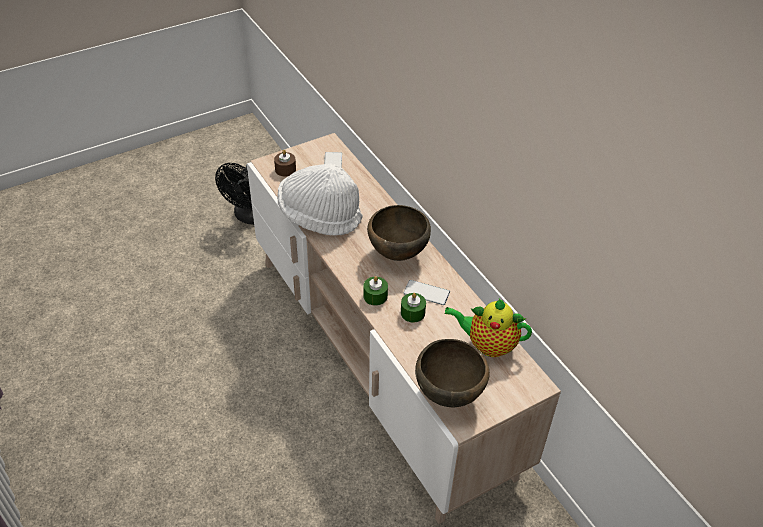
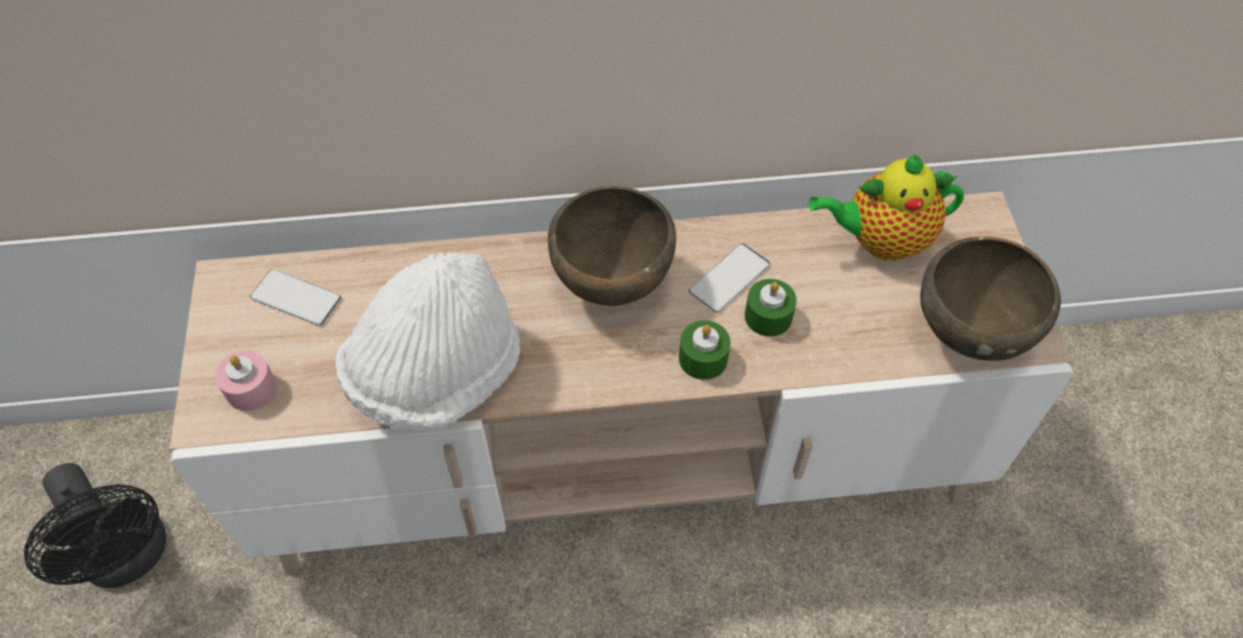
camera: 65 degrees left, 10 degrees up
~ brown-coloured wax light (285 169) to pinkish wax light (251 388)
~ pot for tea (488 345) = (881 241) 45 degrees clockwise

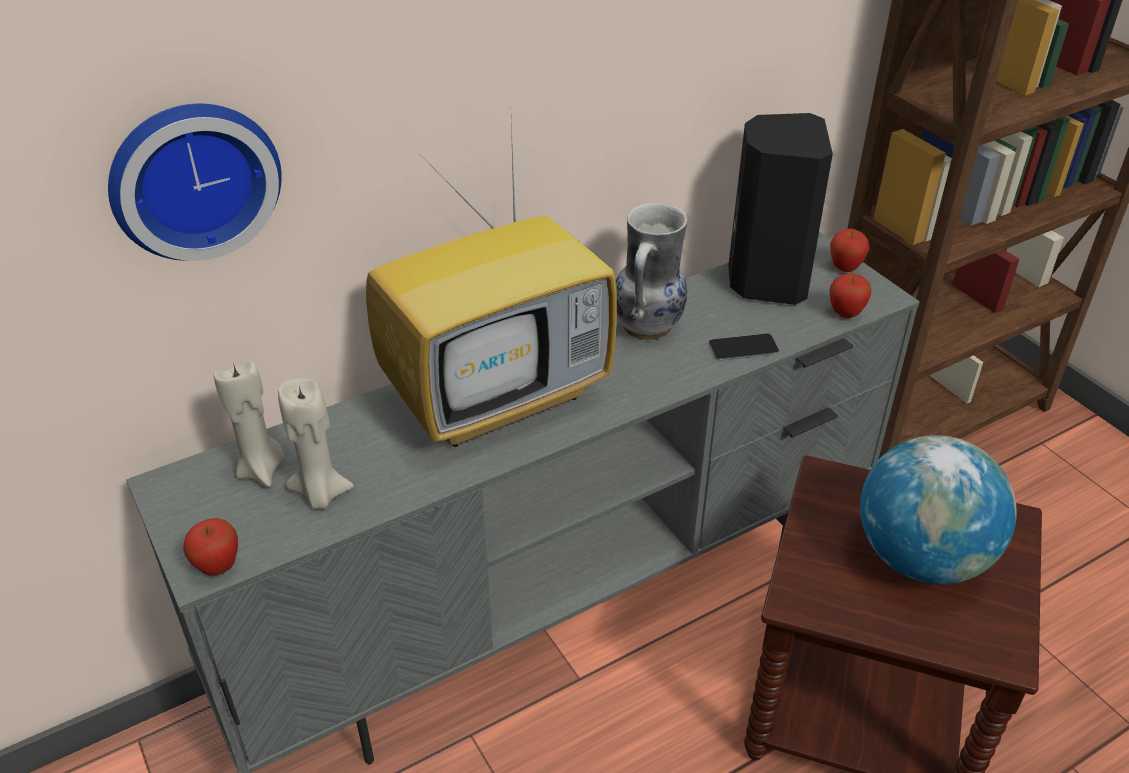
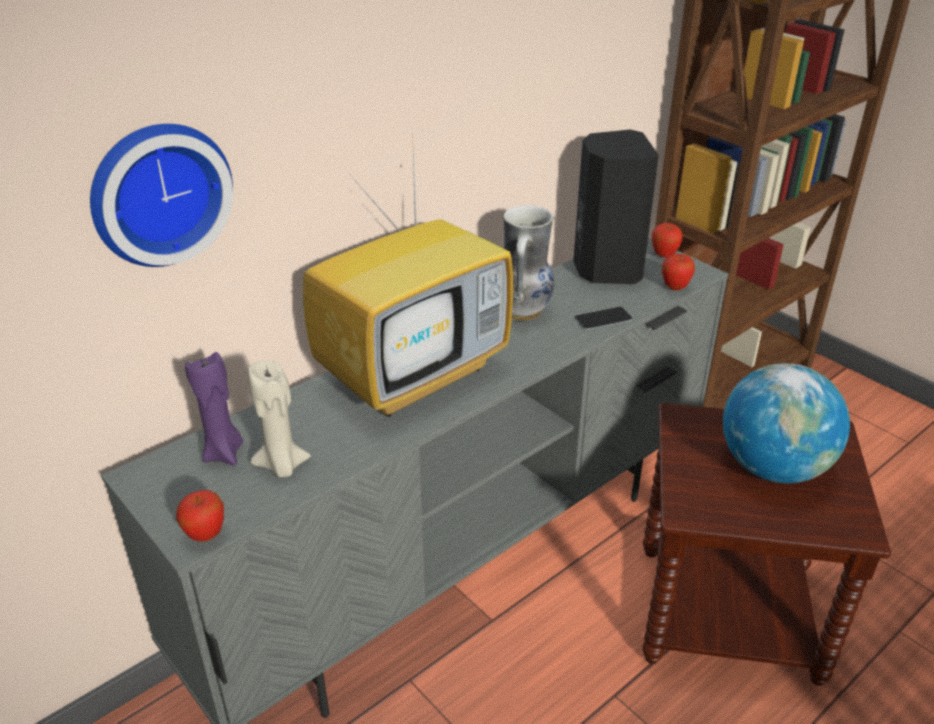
camera: 10 degrees left, 5 degrees down
~ sand-coloured wax light (262 469) to purple wax light (224 453)

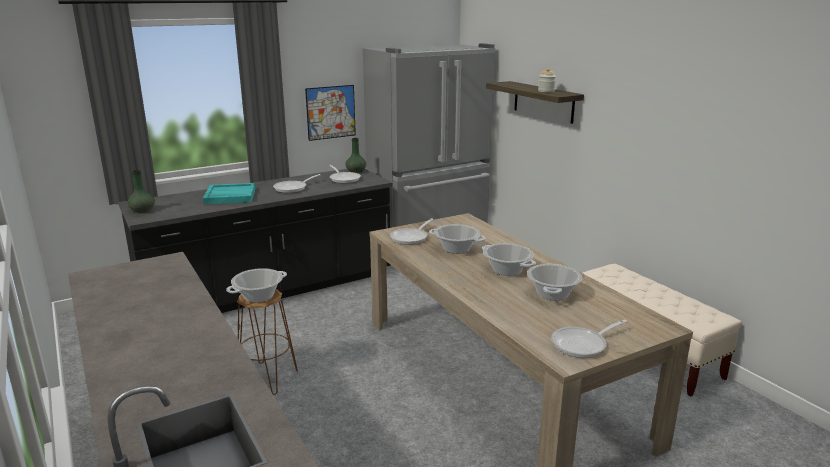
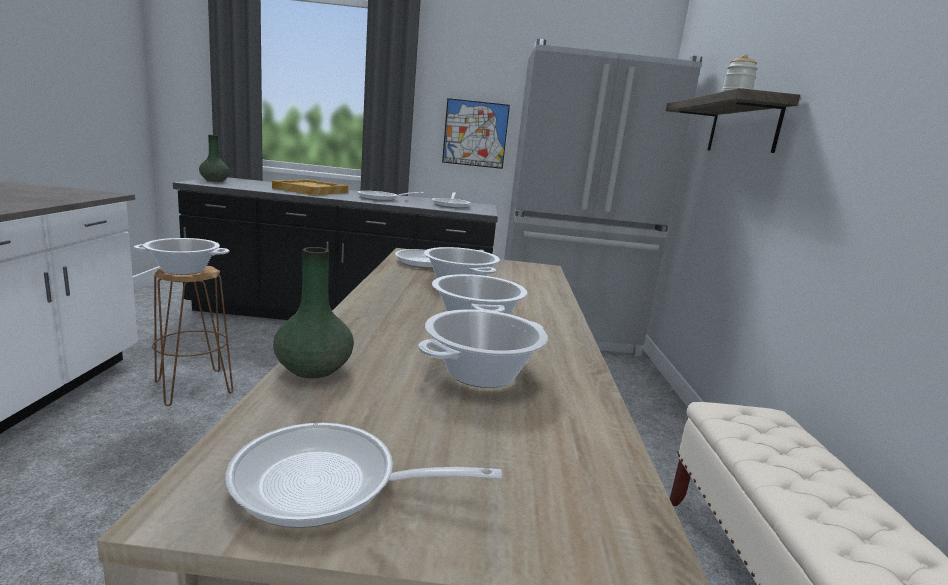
camera: 30 degrees right, 5 degrees down
~ green vase (356 171) to (314 369)
~ turquoise serving tray (230 196) to sand-coloured serving tray (310 190)

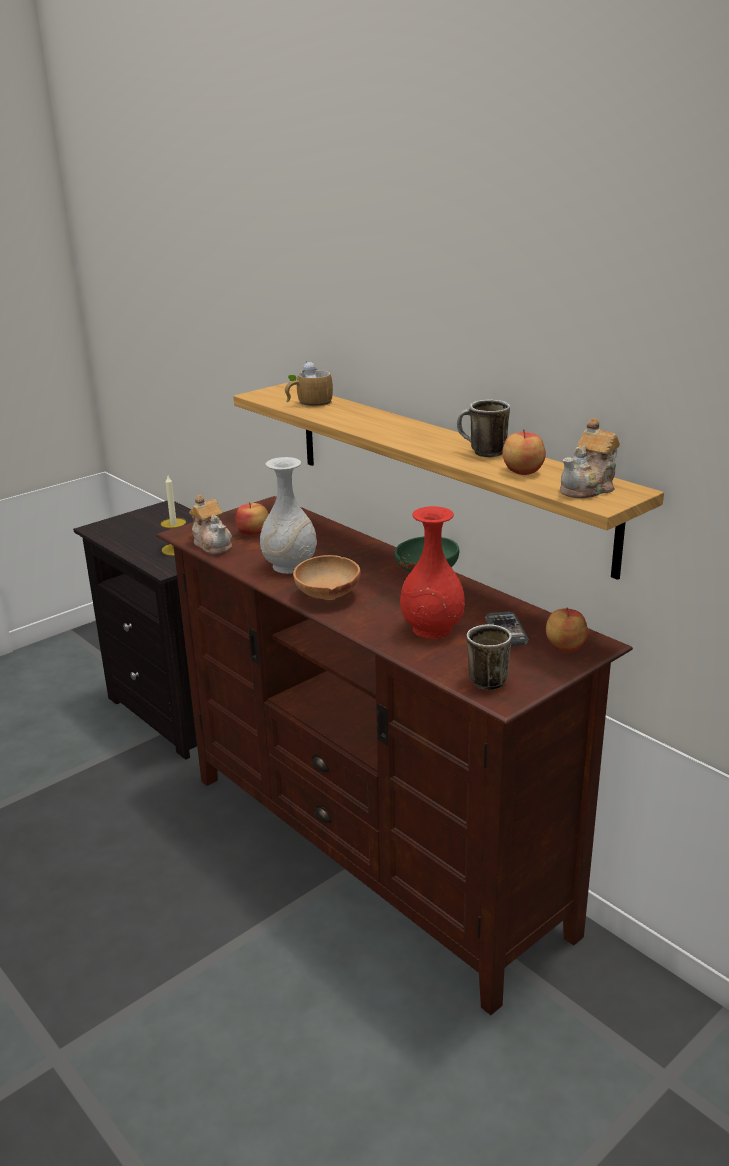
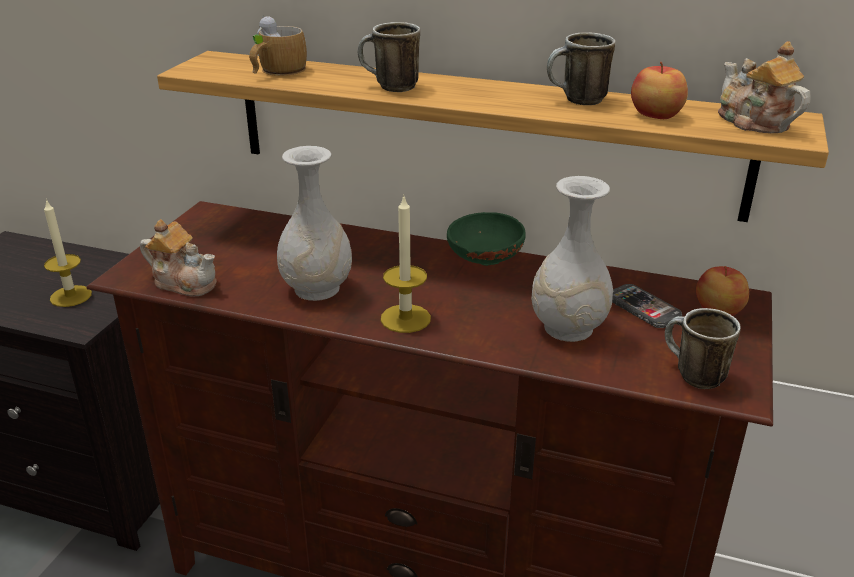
camera: 30 degrees left, 5 degrees up
- whole apple (253 533)
+ tea mug (389 87)
~ brown-coloured deep dish (326 597) to wax light (405 318)
~ reddish vase (431 629) to whitish vase (567 327)
~ pot for tea (589 488) = (753 122) 135 degrees clockwise

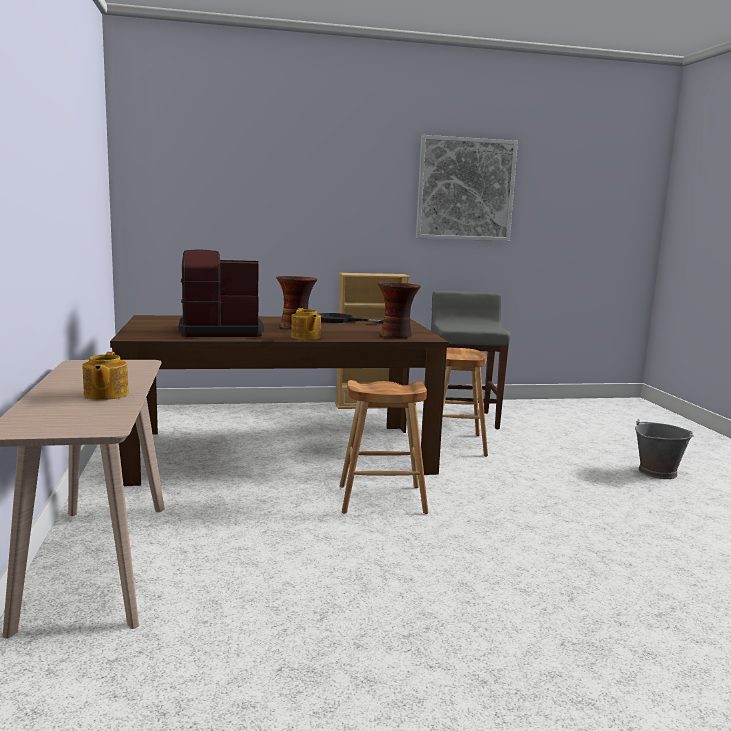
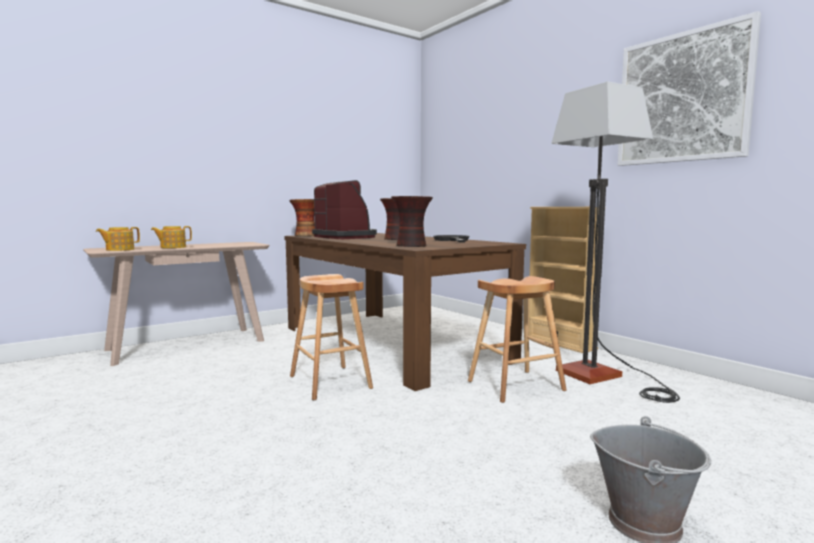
camera: 65 degrees right, 5 degrees down
+ vase (305 235)
~ pot for tea (305 337) to (119 249)
~ grey stool seat (462 419) to floor lamp (605 378)

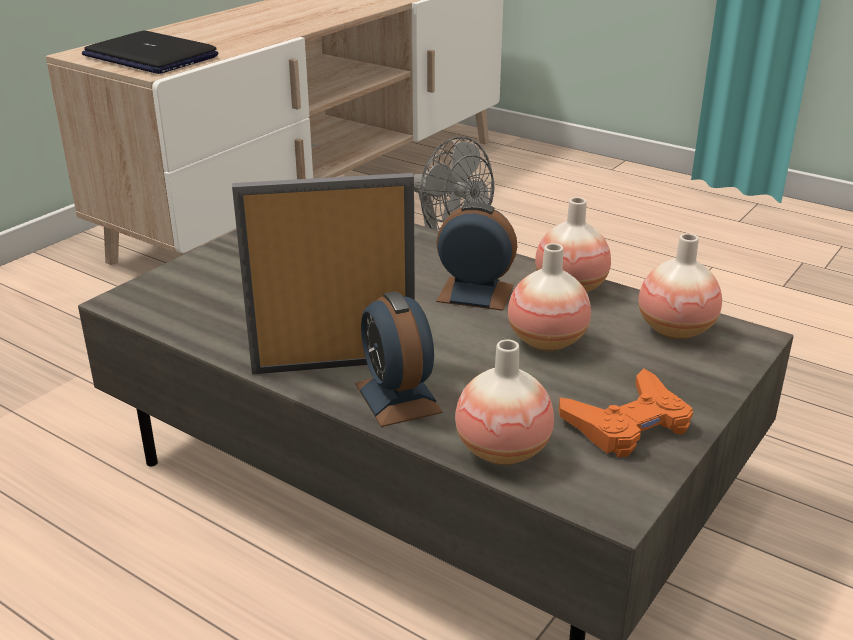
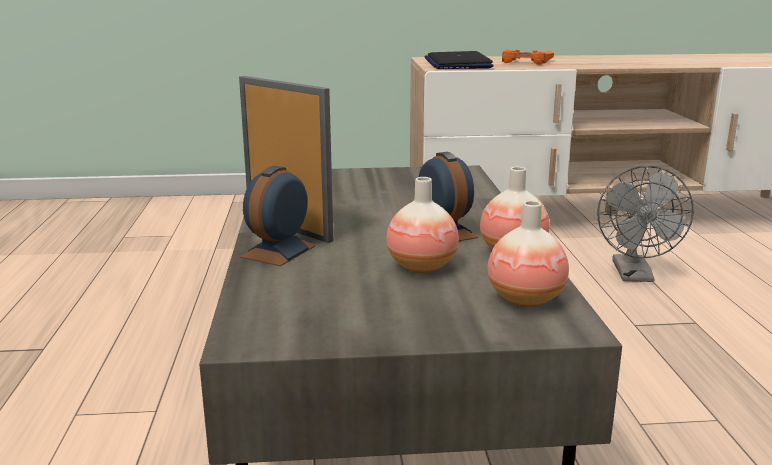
camera: 50 degrees right, 10 degrees down
- vase (502 451)
~ orange gamepad (628 424) to (525 62)

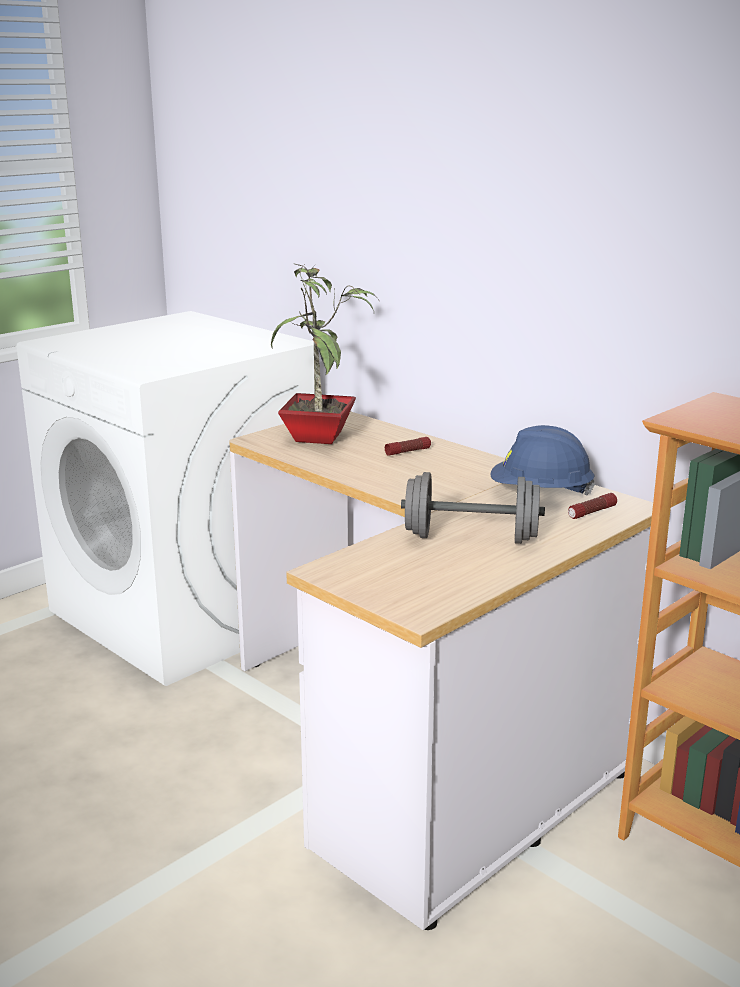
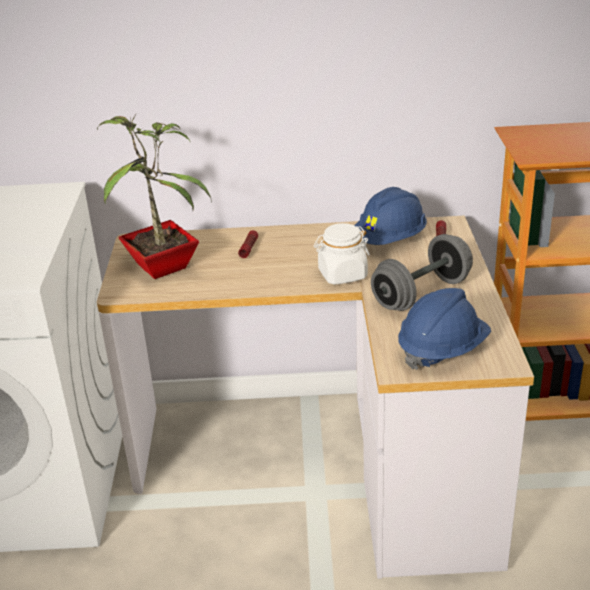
camera: 45 degrees left, 10 degrees up
+ whitish storage jar (342 275)
+ bluish safety helmet (442 350)

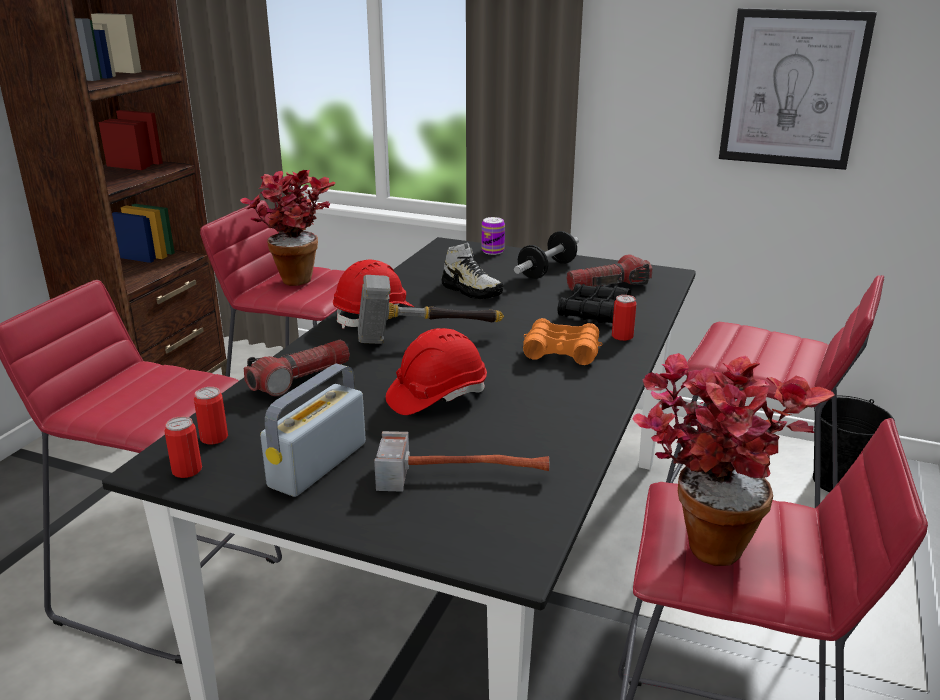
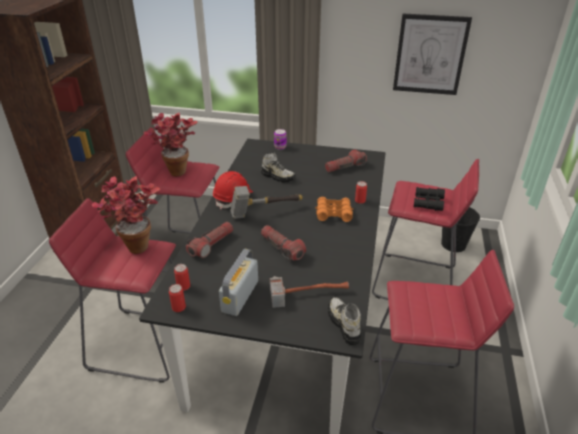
camera: 10 degrees left, 10 degrees up
- hand weight (547 270)
+ low shoe (344 324)
~ black-coloured pair of binoculars (593 312) to (428 203)
~ potted plant (701 537) to (136 244)
~ reddish safety helmet (436 396) to hand torch (282 248)

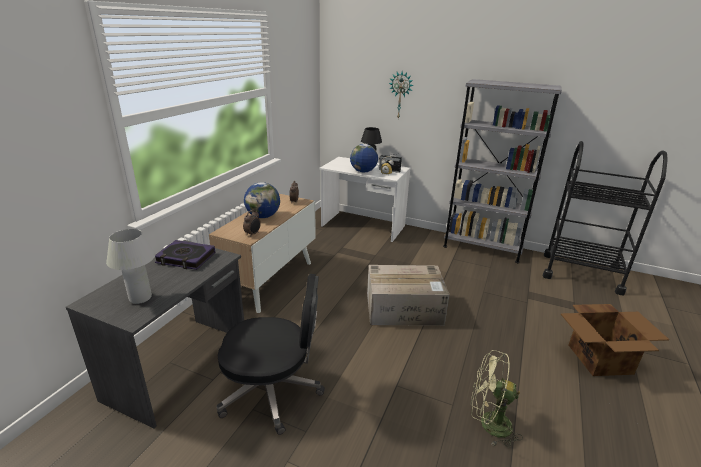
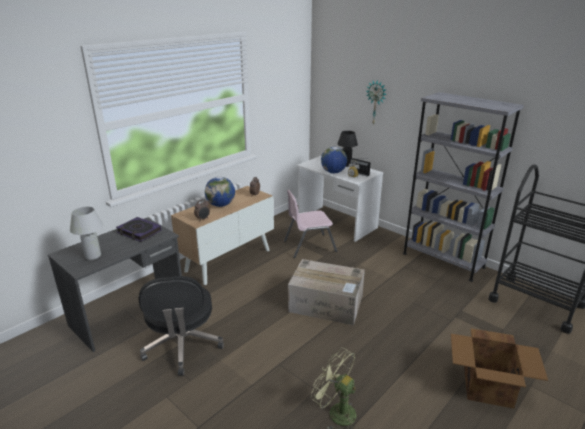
camera: 20 degrees right, 0 degrees up
+ pinkish plain chair (309 246)
~ black-coloured computer chair (273 391) = (183 346) 60 degrees clockwise

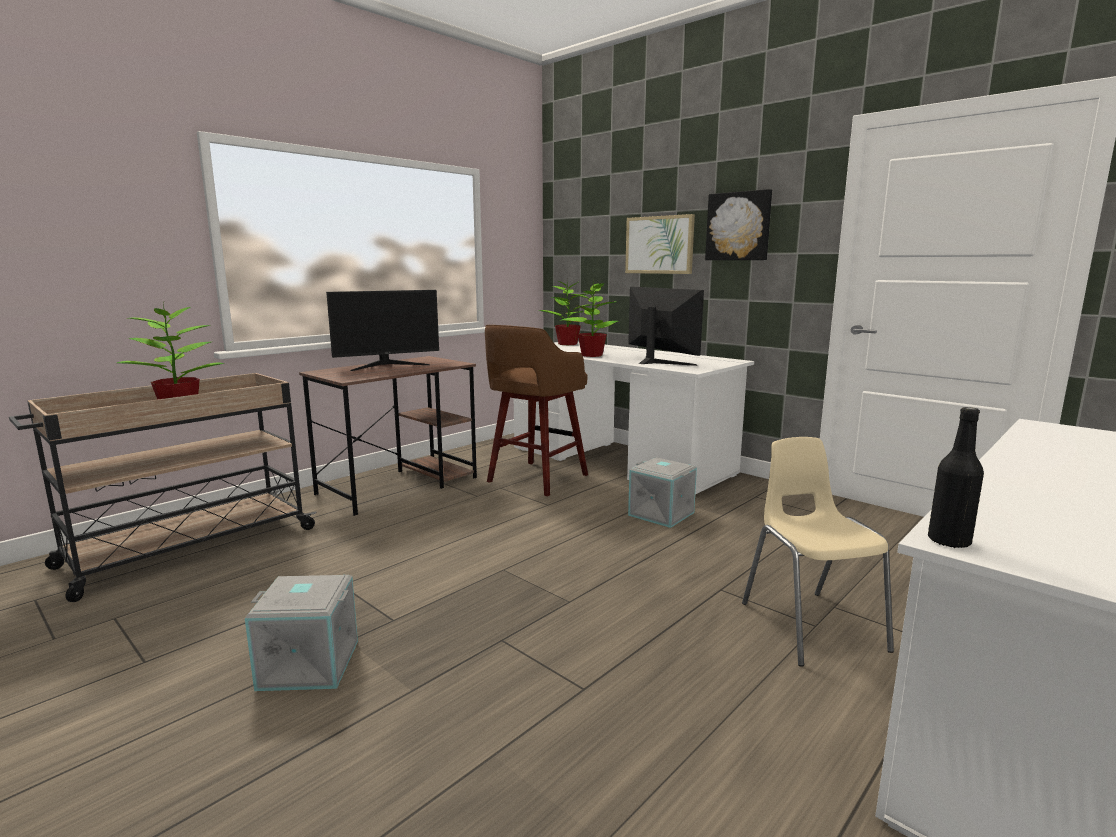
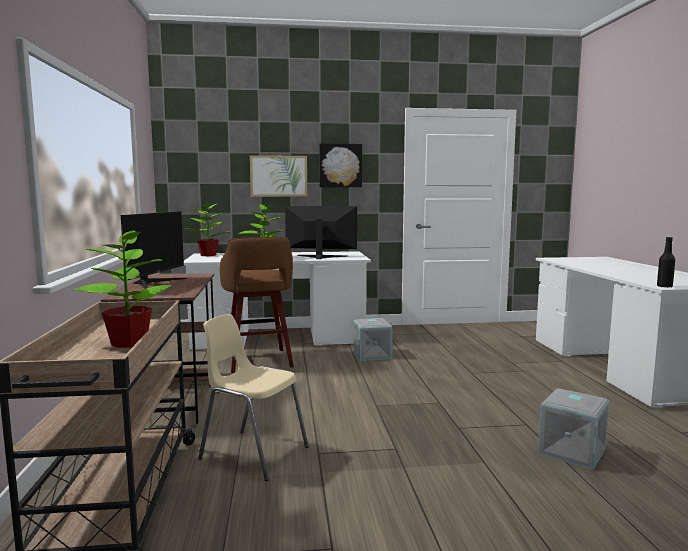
camera: 50 degrees left, 5 degrees down
~ grey storage bin (310 663) to (570 450)
~ sand-coloured plain chair (810 625) to (253 453)

